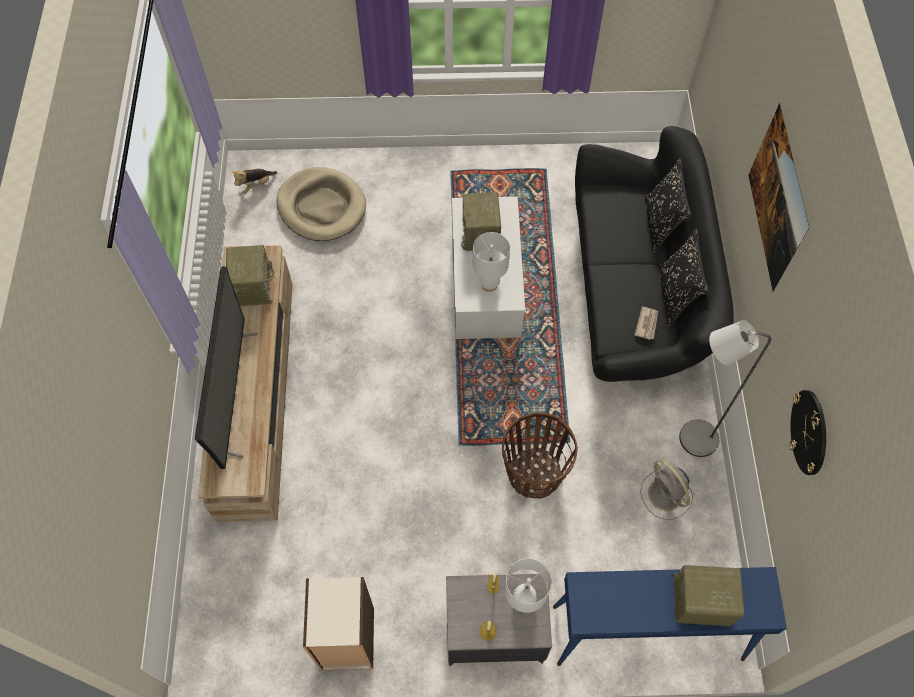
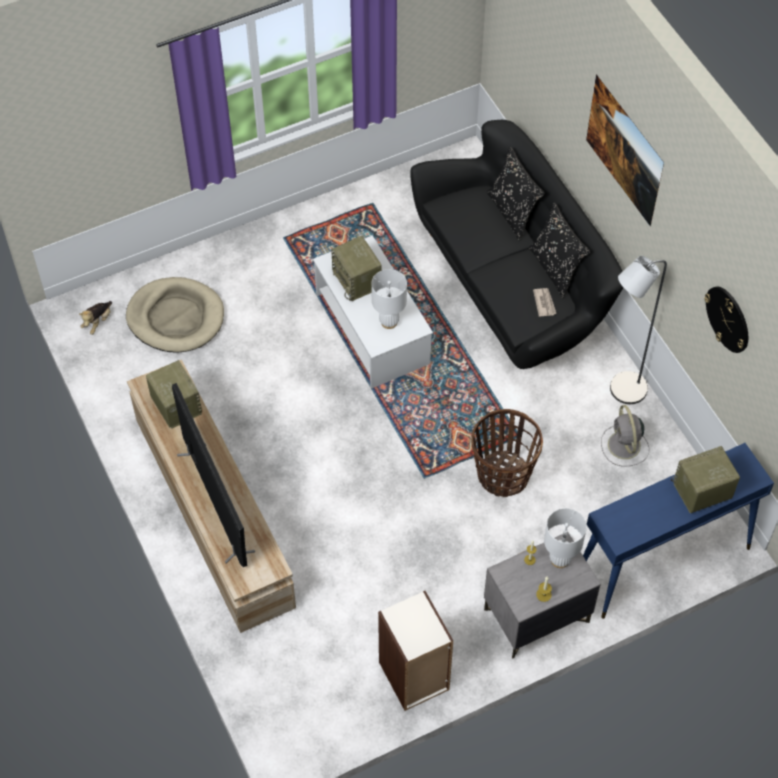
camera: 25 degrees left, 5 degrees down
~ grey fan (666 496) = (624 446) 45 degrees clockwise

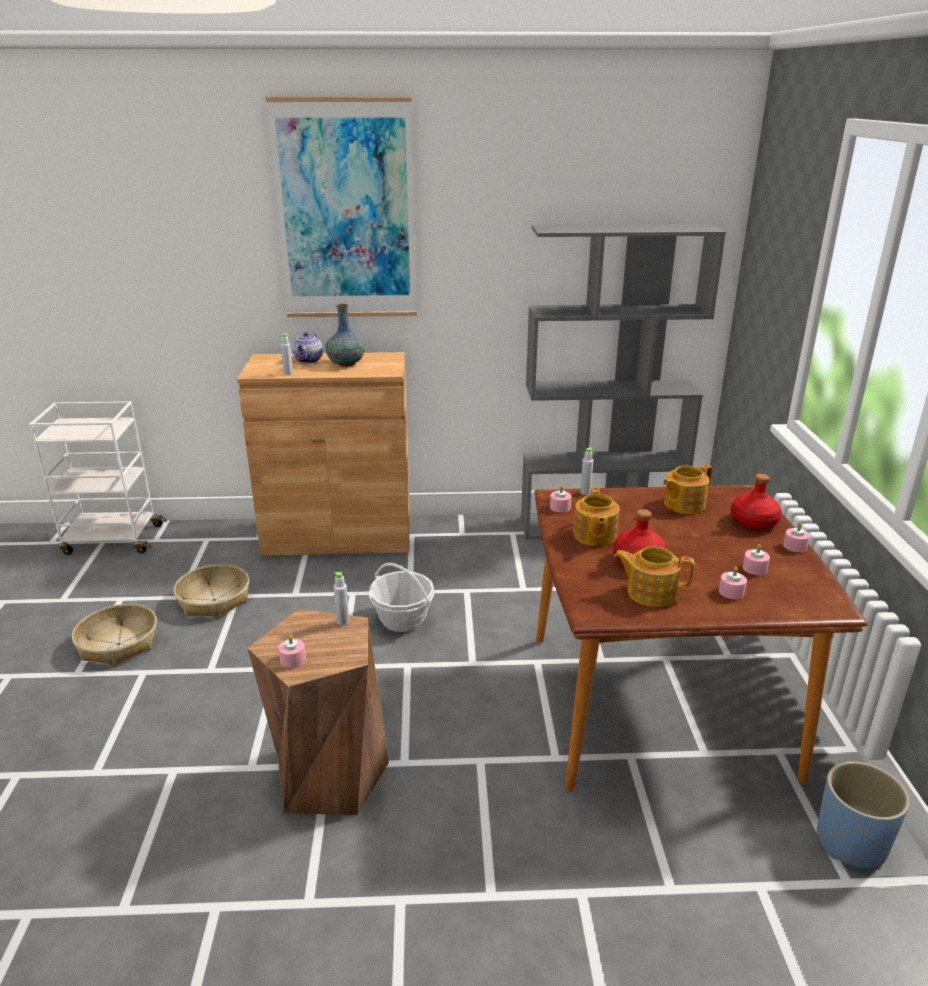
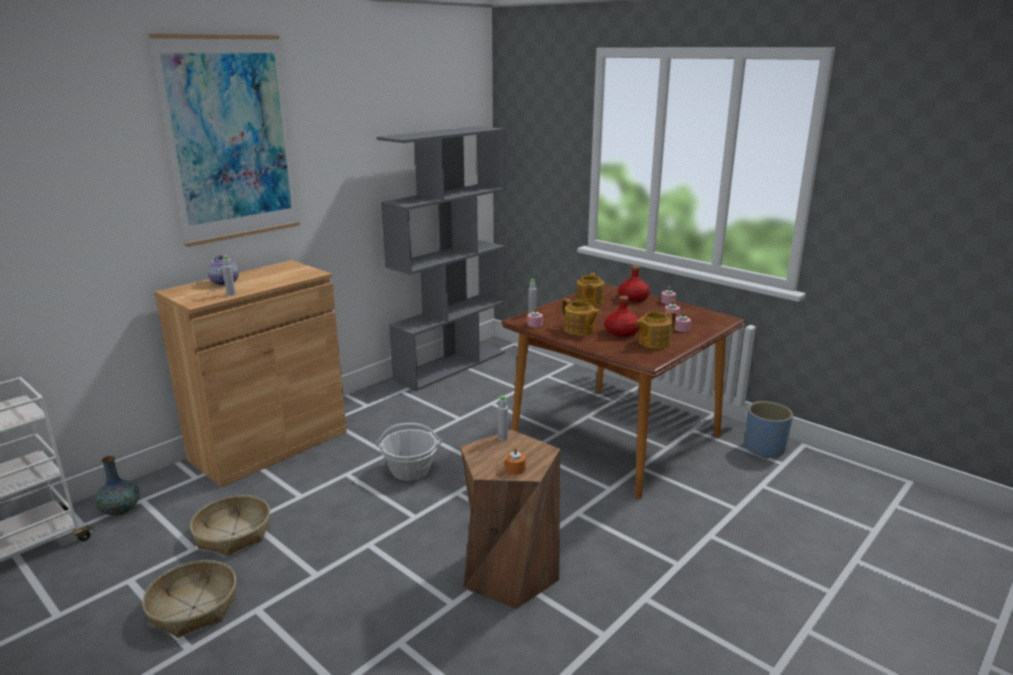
camera: 45 degrees left, 5 degrees down
~ vase (346 364) to (121 510)
~ pinkish wax light (293 659) to orange wax light (515 469)

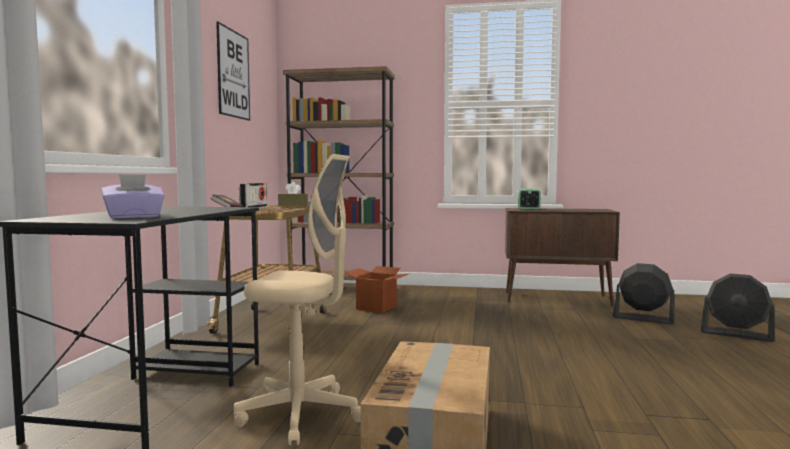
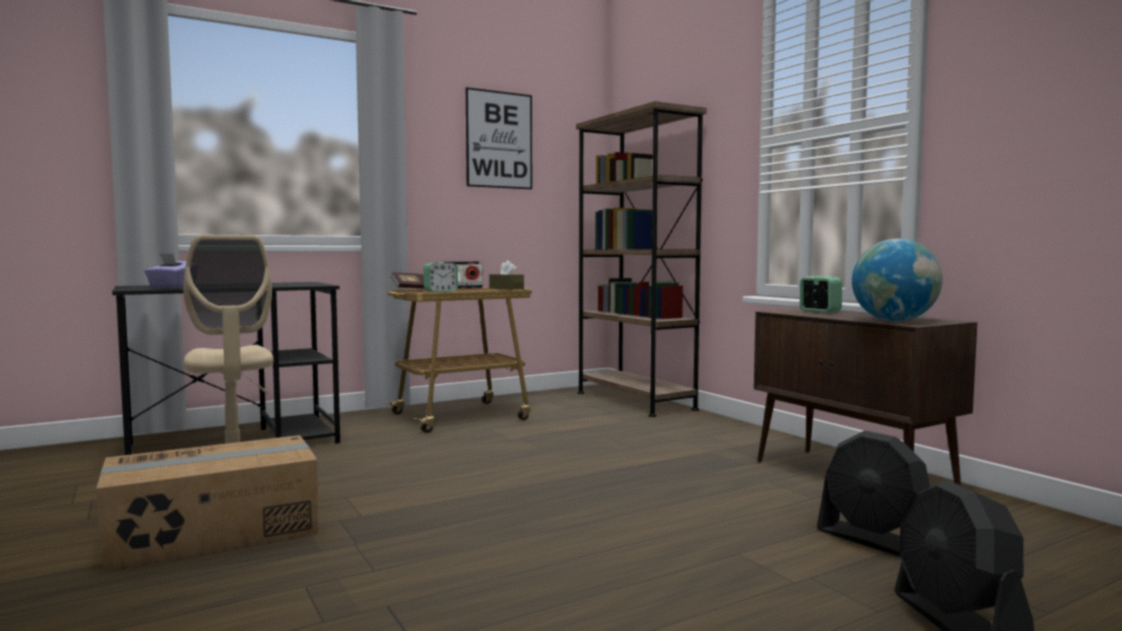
camera: 50 degrees right, 0 degrees up
- packing box (376 307)
+ table clock (440 291)
+ world globe (894 321)
~ black-coloured fan (642 318) = (877 542) 150 degrees clockwise

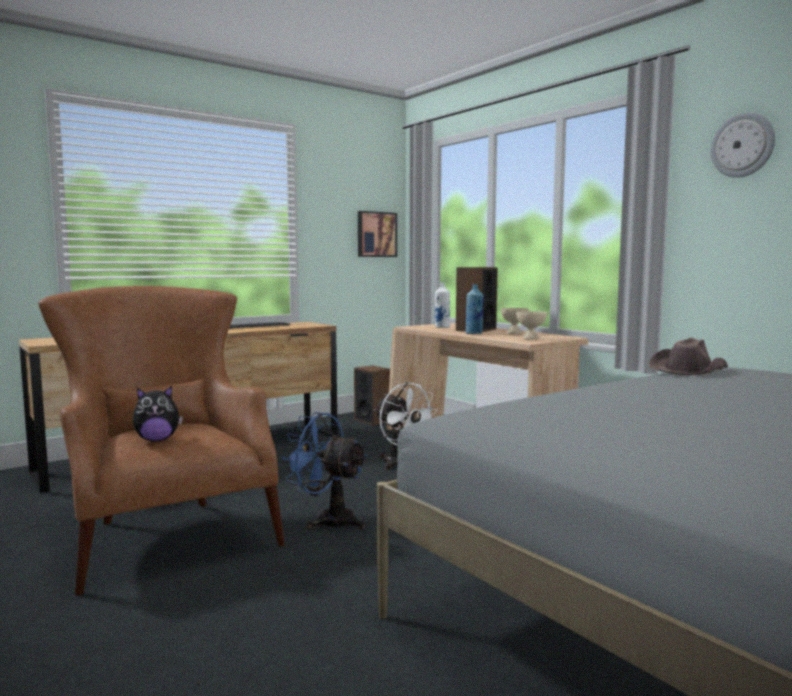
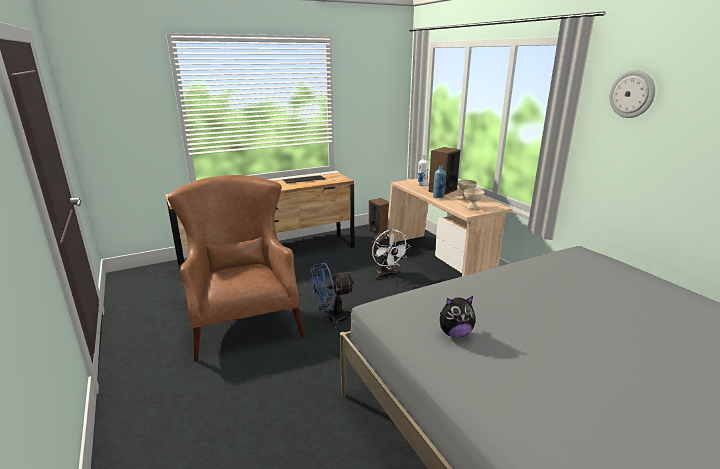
camera: 10 degrees right, 15 degrees up
- wall picture (376 234)
- brown-coloured hat (688 370)
~ soft toy (157 440) to (455 333)
~ bluish fan (328 520) = (332 319) 60 degrees counterclockwise

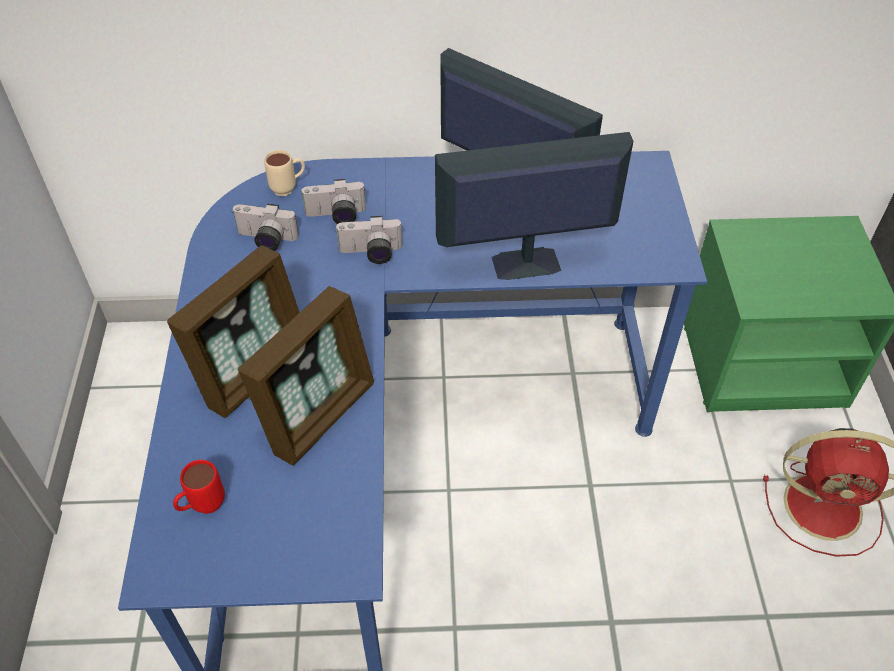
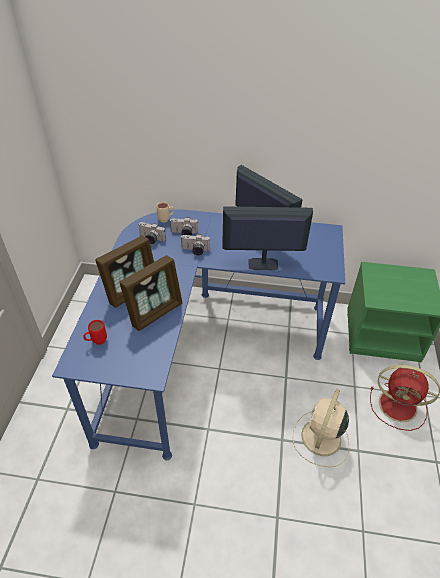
camera: 10 degrees right, 5 degrees down
+ sand-coloured fan (320 439)

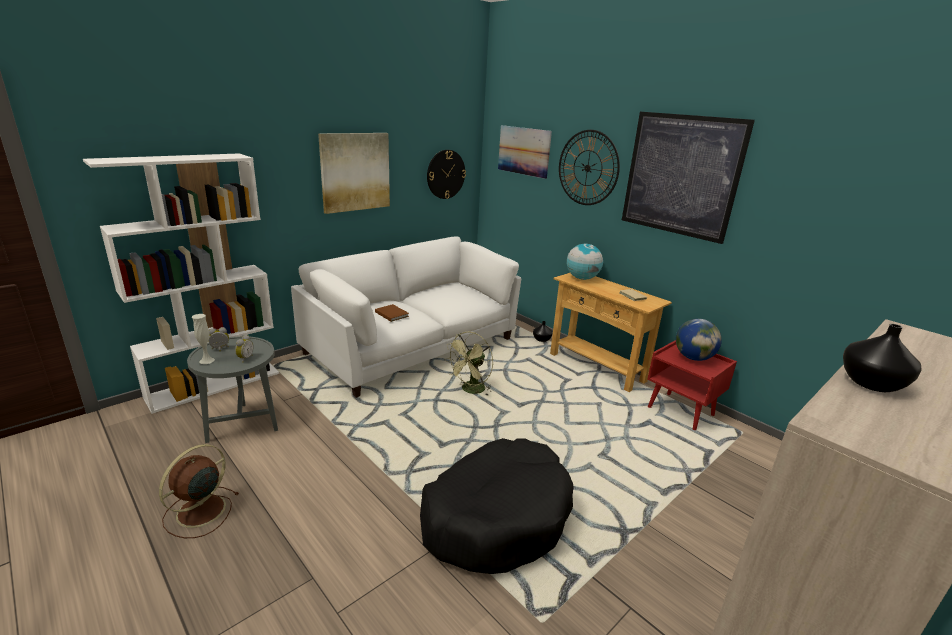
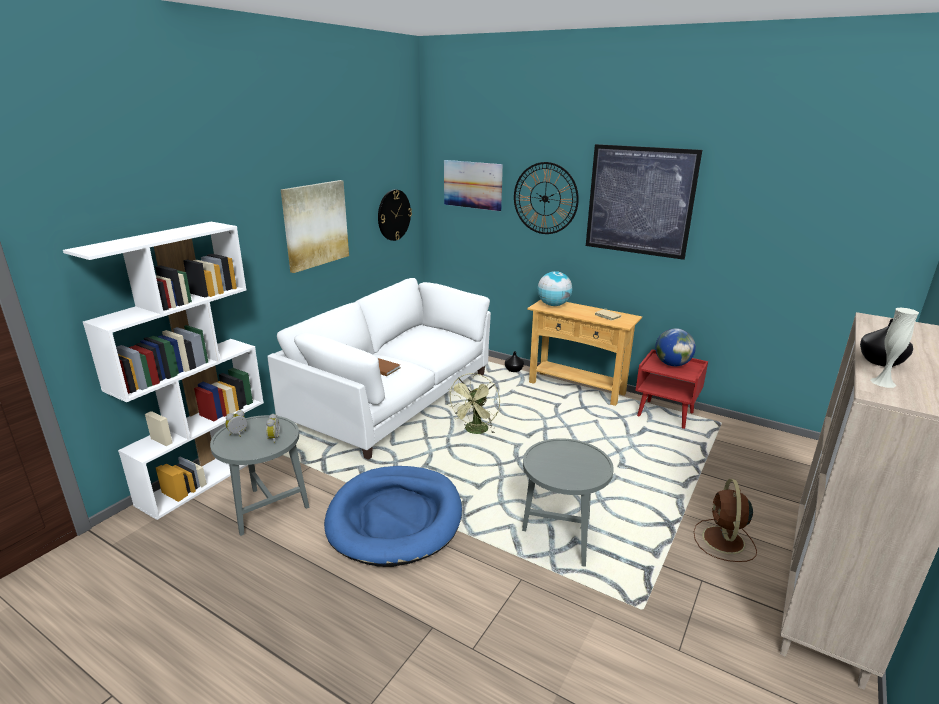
camera: 15 degrees left, 0 degrees up
+ bluish dog cushion (395 518)
~ brown-coloured fan (199 512) to (723 541)
~ whitish vase (207 360) to (883 382)
~ black-coloured dog cushion (496 516) to grey end table (561 537)

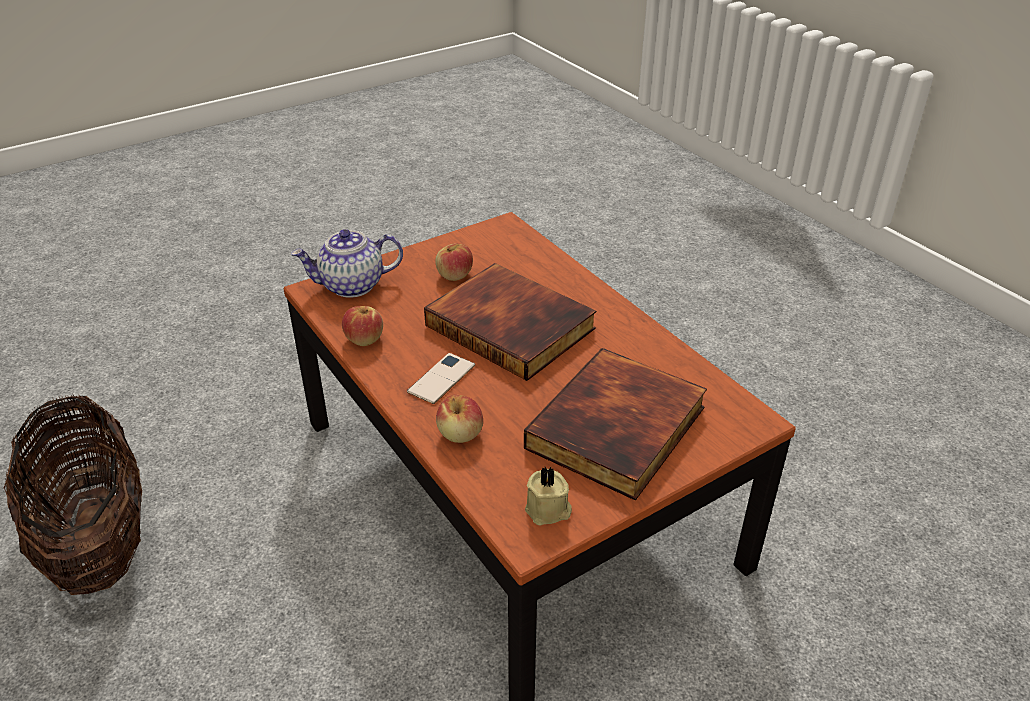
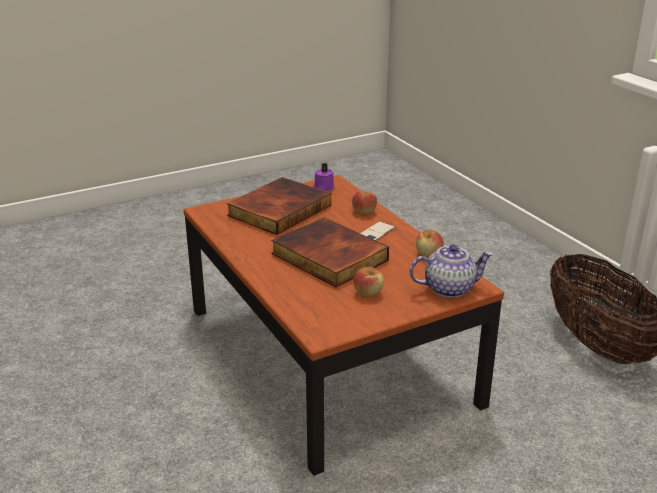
camera: 175 degrees left, 10 degrees down
~ sand-coloured wax light (548 511) to purple wax light (323 187)

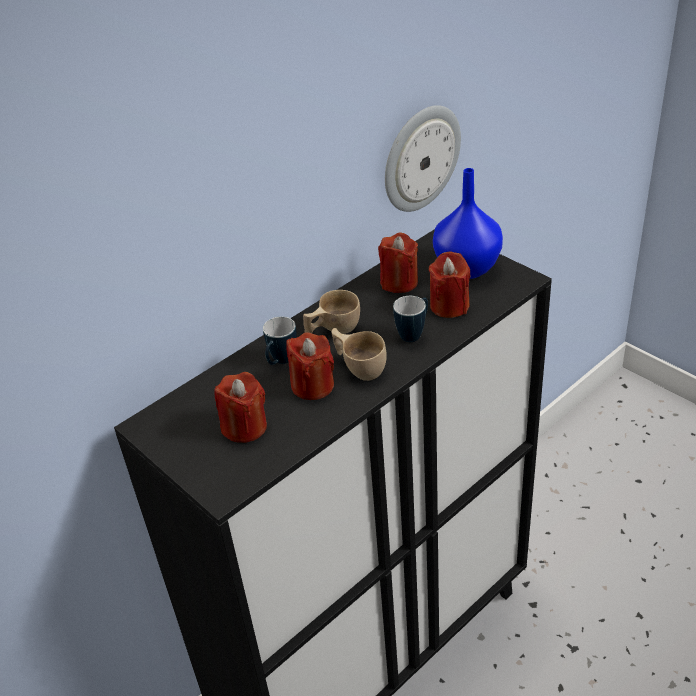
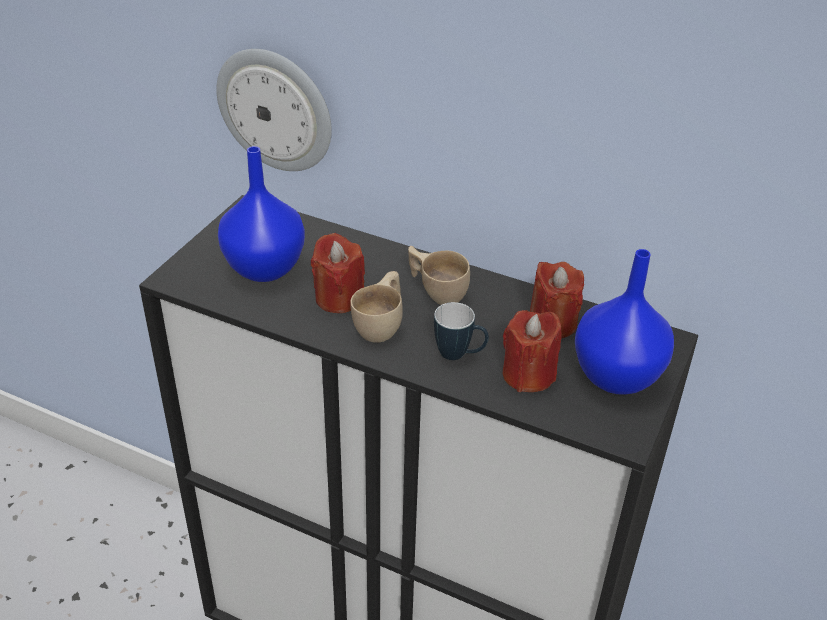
camera: 65 degrees right, 0 degrees up
- tea mug (280 362)
~ wall clock (420 158) to (276 109)
~ reddish wax light (245 427) to bluish vase (263 269)

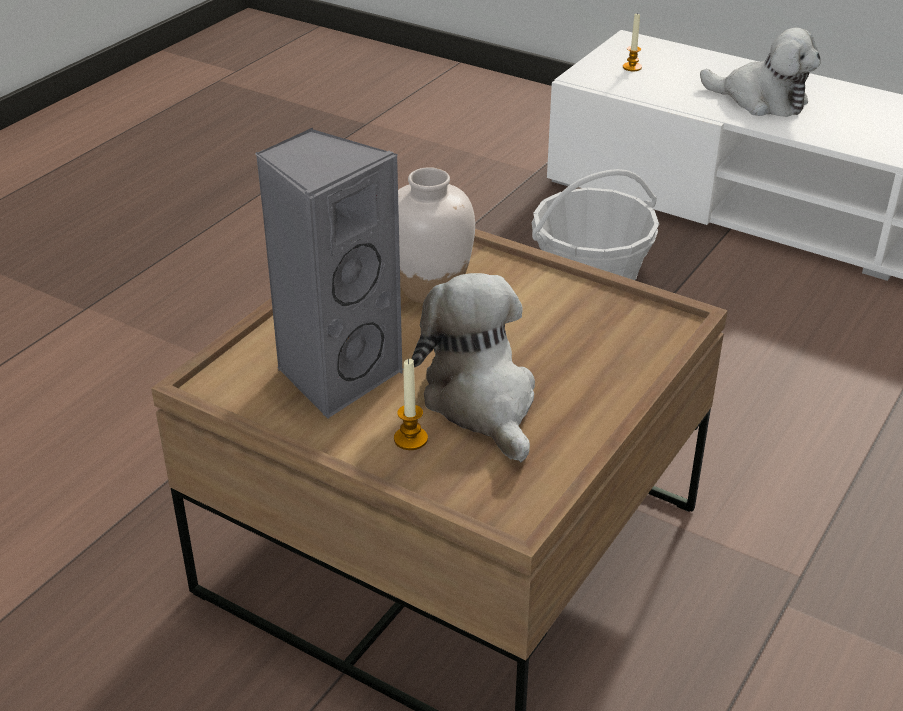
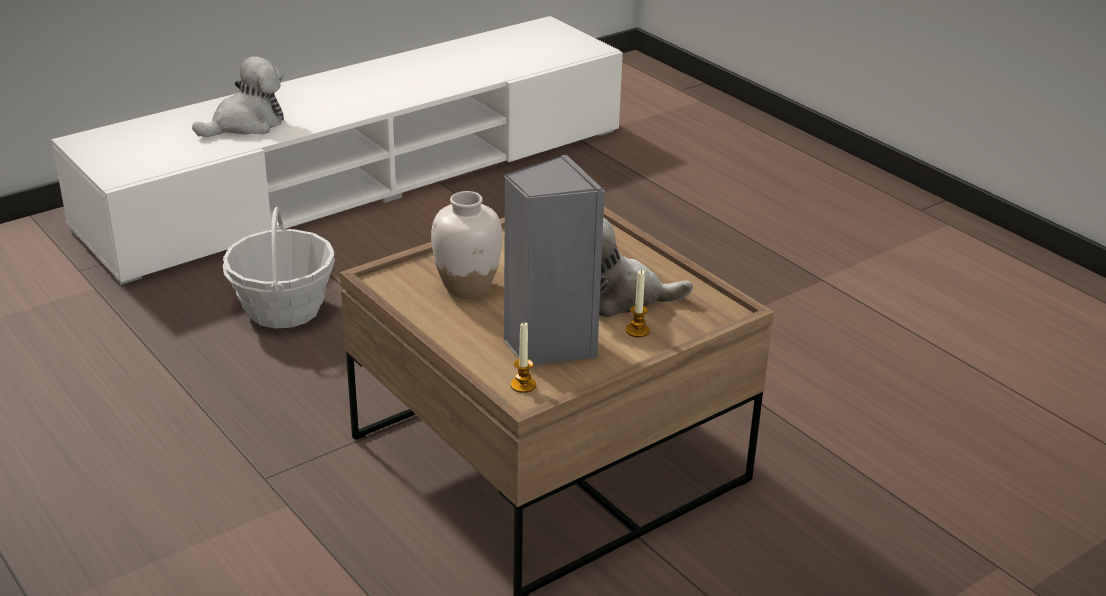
camera: 70 degrees left, 5 degrees down
~ wax light (632 67) to (523 385)

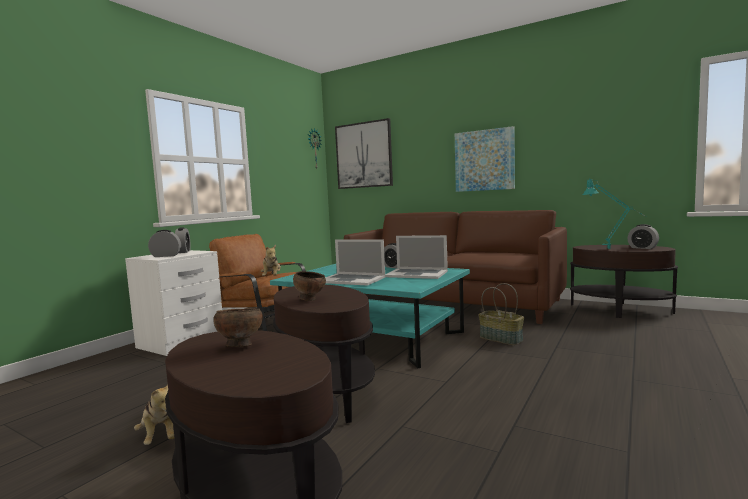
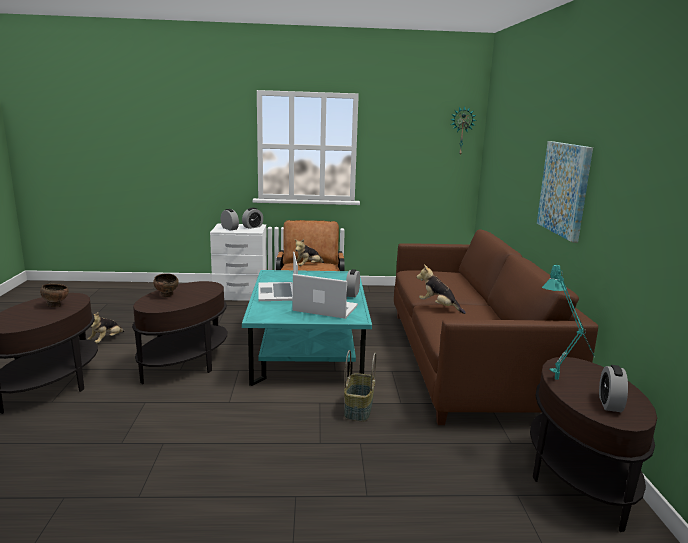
camera: 55 degrees right, 10 degrees up
- wall picture (364 155)
+ soft toy (438 307)
~ notebook computer (416 274) = (325 308) 120 degrees clockwise

